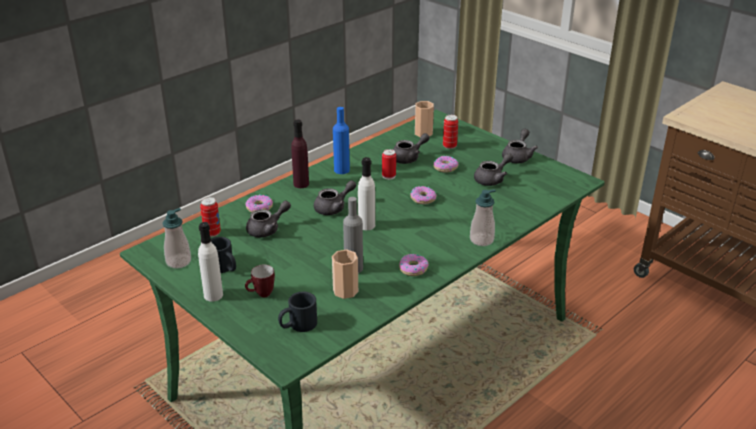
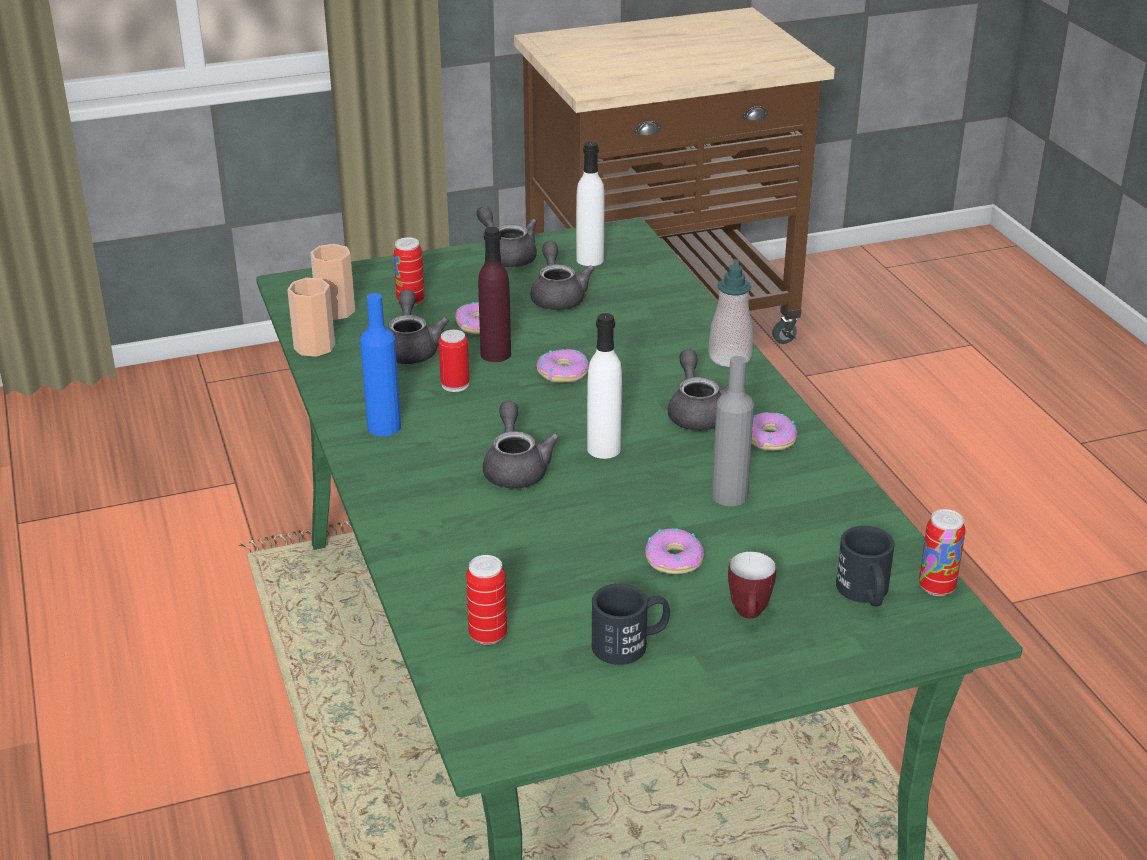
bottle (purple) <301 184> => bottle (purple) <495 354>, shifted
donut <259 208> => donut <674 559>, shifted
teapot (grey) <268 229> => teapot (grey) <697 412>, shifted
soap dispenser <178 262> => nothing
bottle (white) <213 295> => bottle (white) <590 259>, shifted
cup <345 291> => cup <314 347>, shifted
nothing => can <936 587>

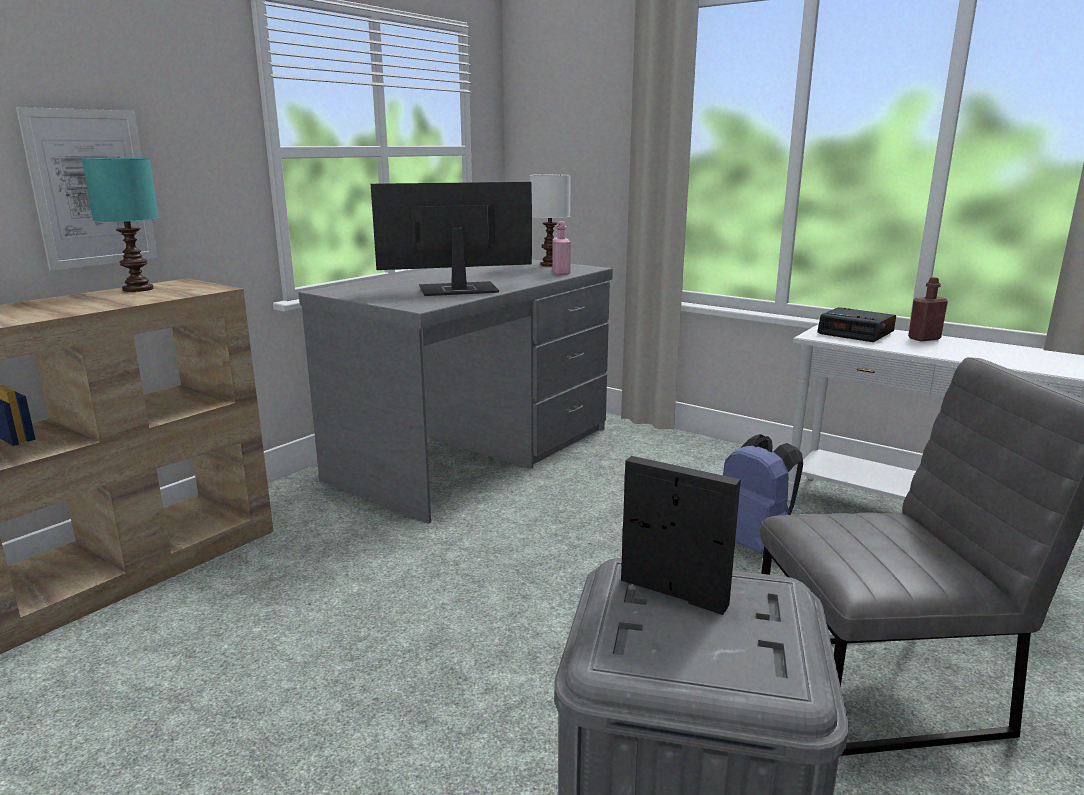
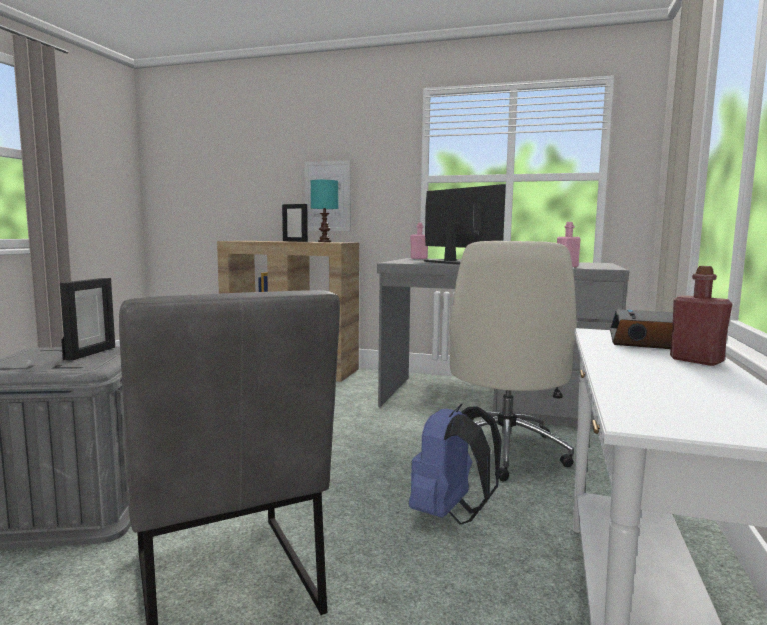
table lamp (white) <549 265> => nothing
nothing => picture frame <295 241>
nothing => bottle (pink) <419 258>
nothing => office chair (beige) <505 452>

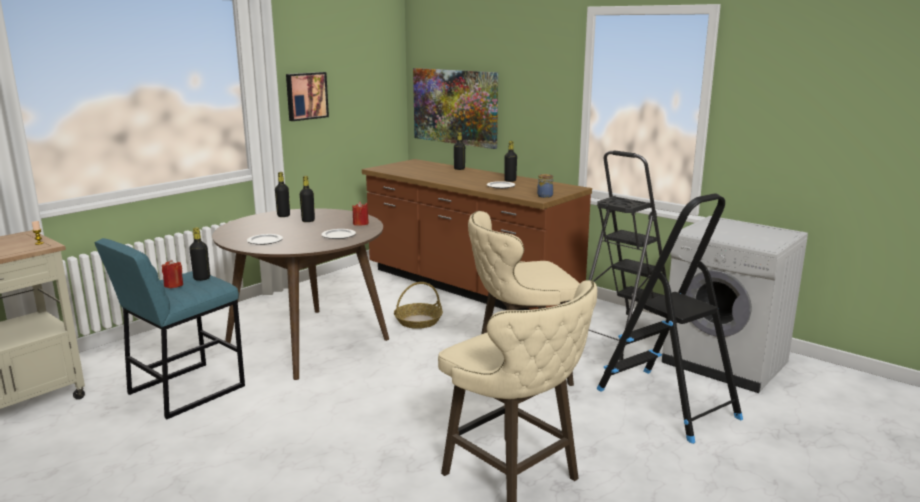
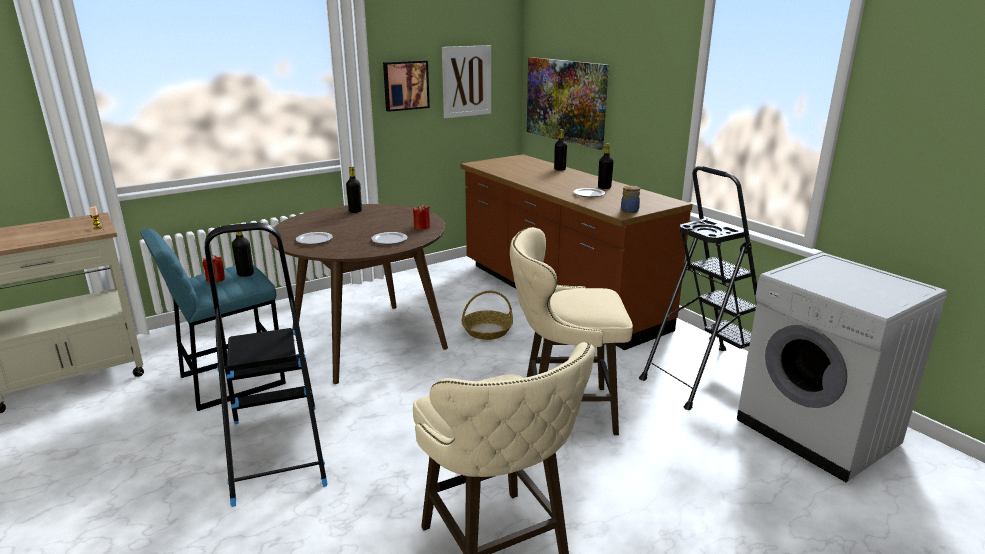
bottle (black) <308 221> => nothing
step ladder (black) <665 402> => step ladder (black) <277 449>, shifted
nothing => picture <466 81>

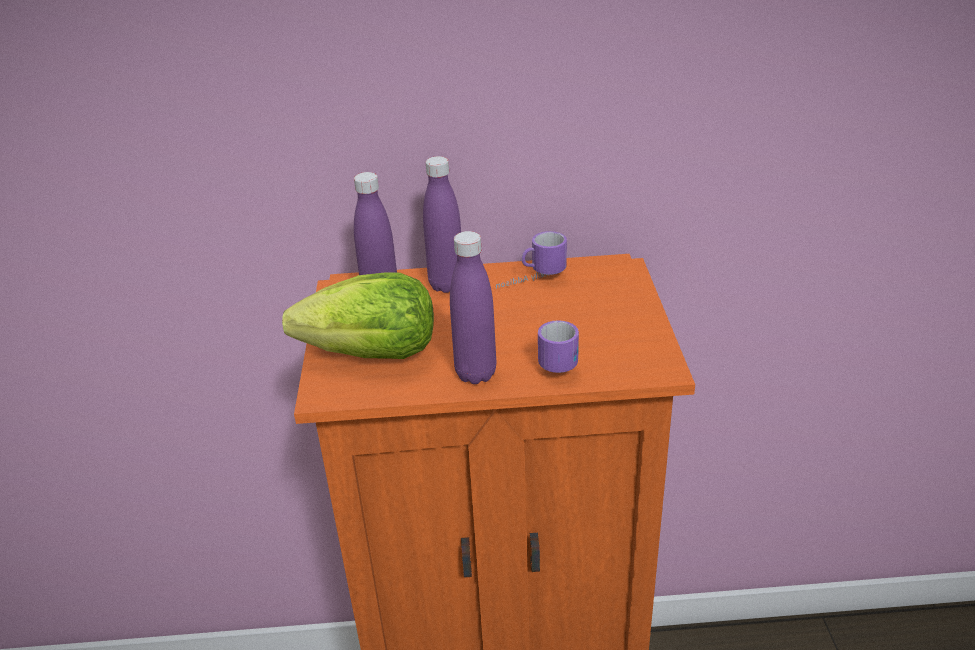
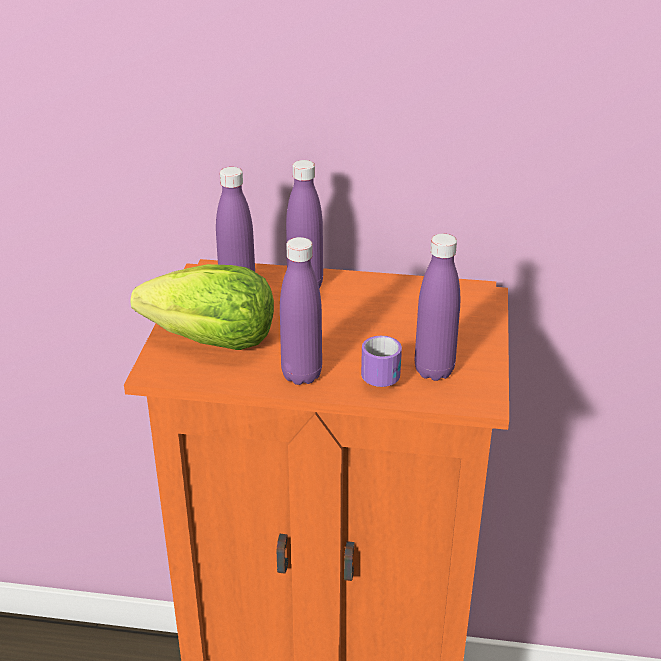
mug <530 280> => nothing
nothing => bottle (purple) <434 371>

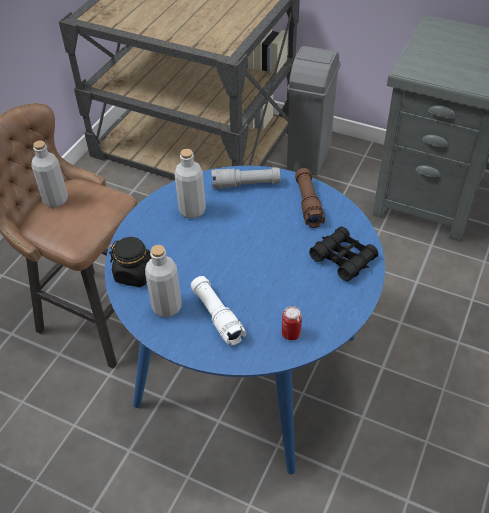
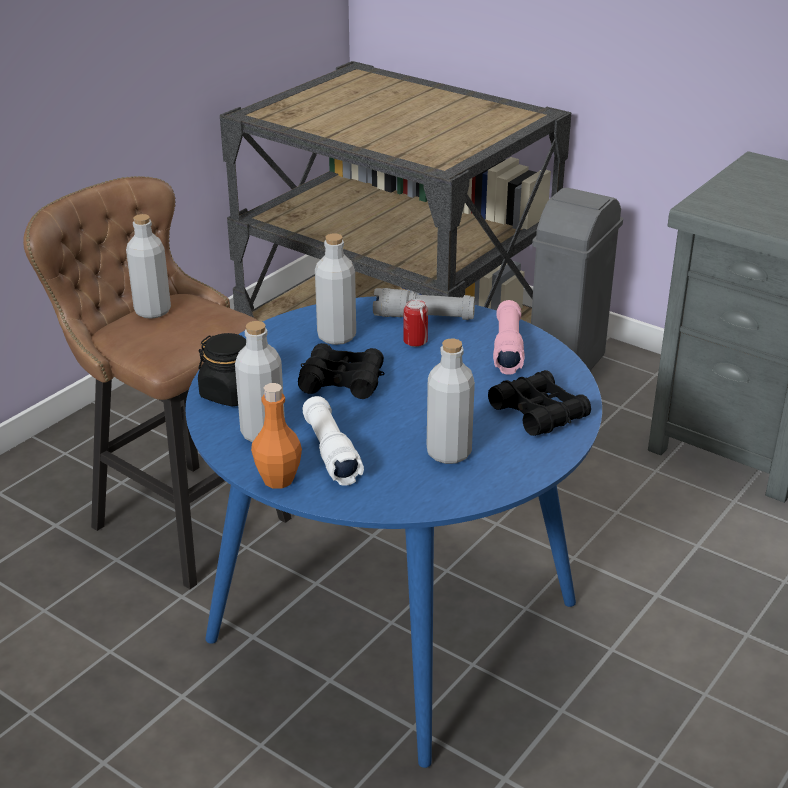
flashlight (brown) <308 203> => flashlight (pink) <508 348>
can <291 333> => can <415 342>, shifted
nothing => bottle (grey) <448 453>
nothing => binoculars (black) <342 381>
nothing => bottle (orange) <278 479>

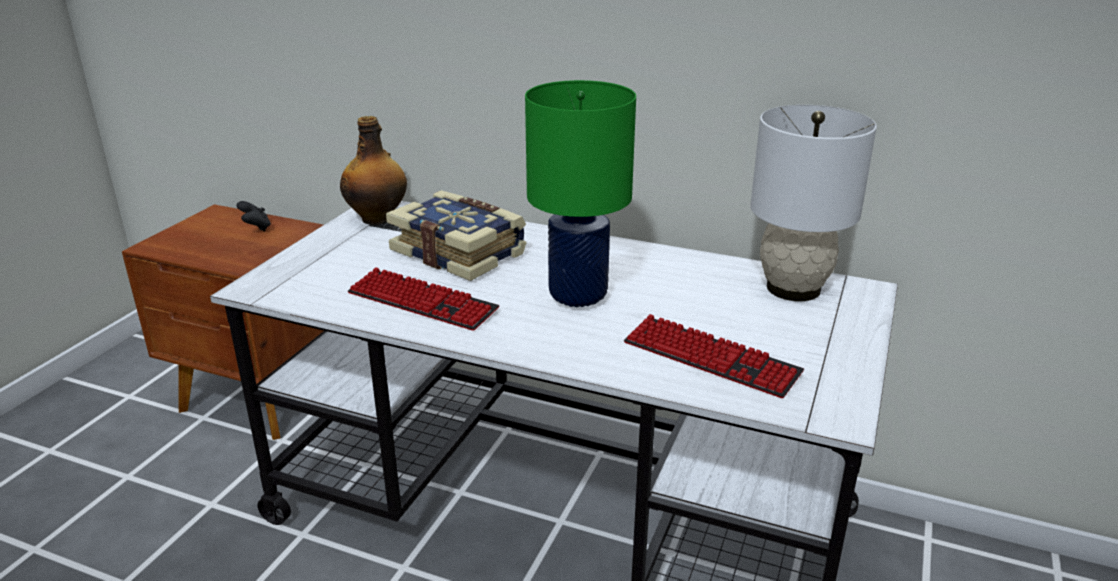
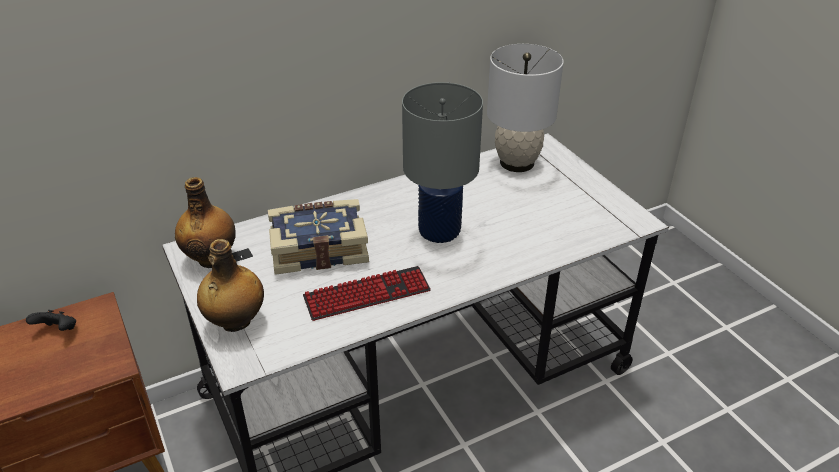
table lamp (green) <578 298> => table lamp (grey) <439 233>
keyboard <710 358> => nothing
nothing => bottle <235 322>

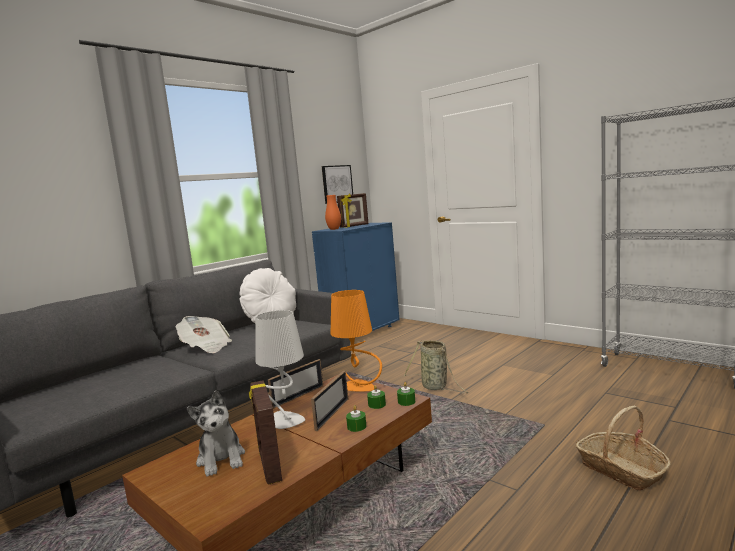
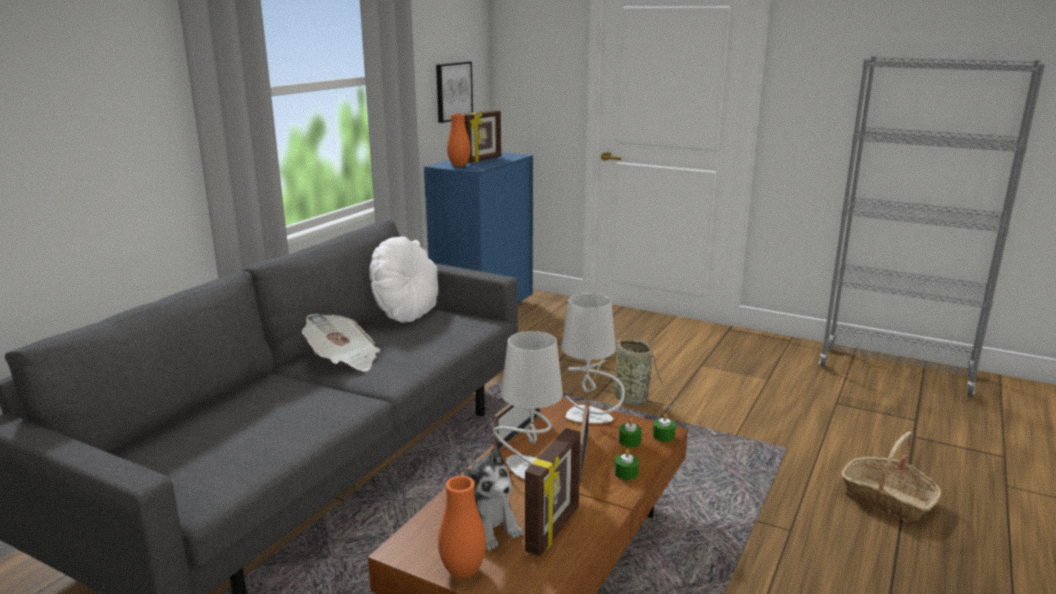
table lamp (orange) <359 387> => table lamp (grey) <589 416>
picture frame <268 464> => picture frame <554 530>, 120 degrees counterclockwise
nothing => vase (orange) <463 571>

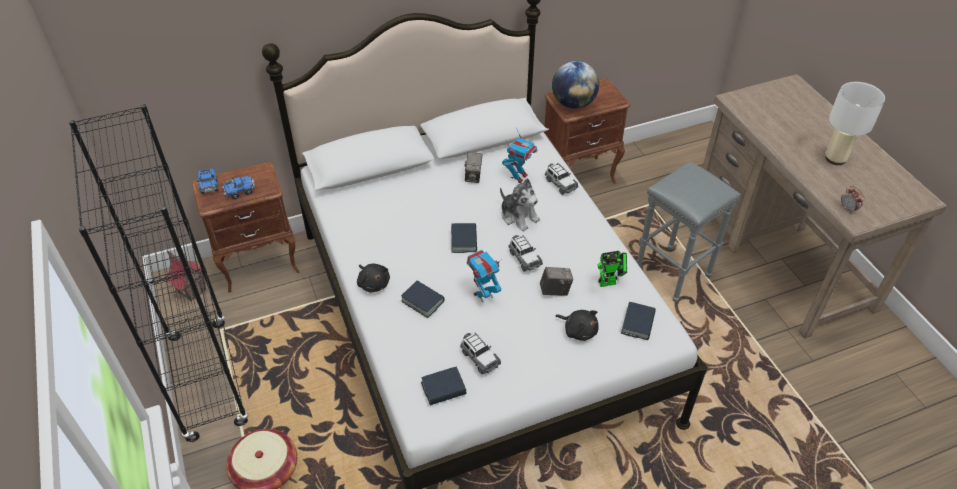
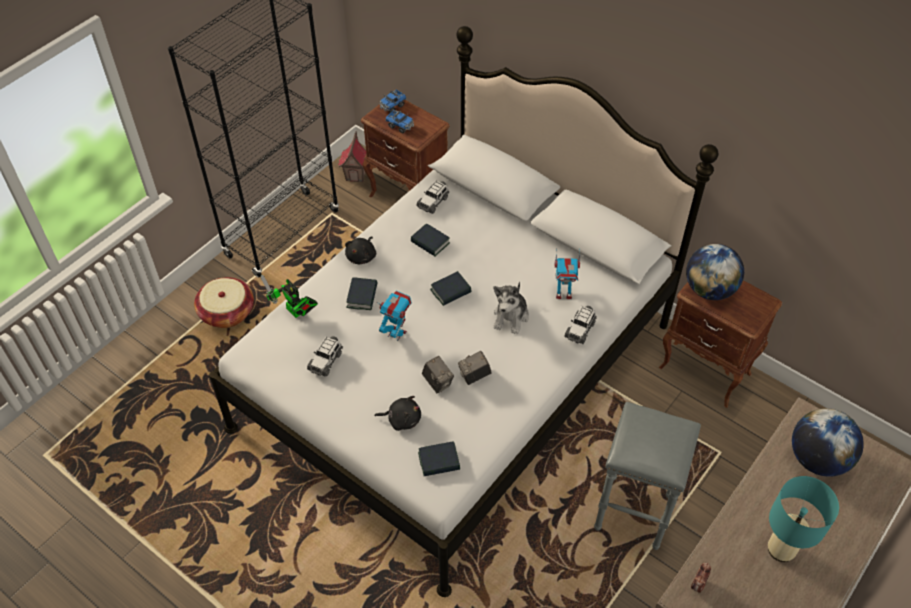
table lamp (white) <834 158> => table lamp (turquoise) <780 549>
photo camera <473 176> => photo camera <474 376>, shifted
toy car <524 258> => toy car <433 202>, shifted
toy robot <610 282> => toy robot <295 313>, shifted
plush toy (black) <578 330> => plush toy (black) <402 419>, 90 degrees counterclockwise
book <443 389> => book <430 243>, shifted
nothing => globe <817 459>

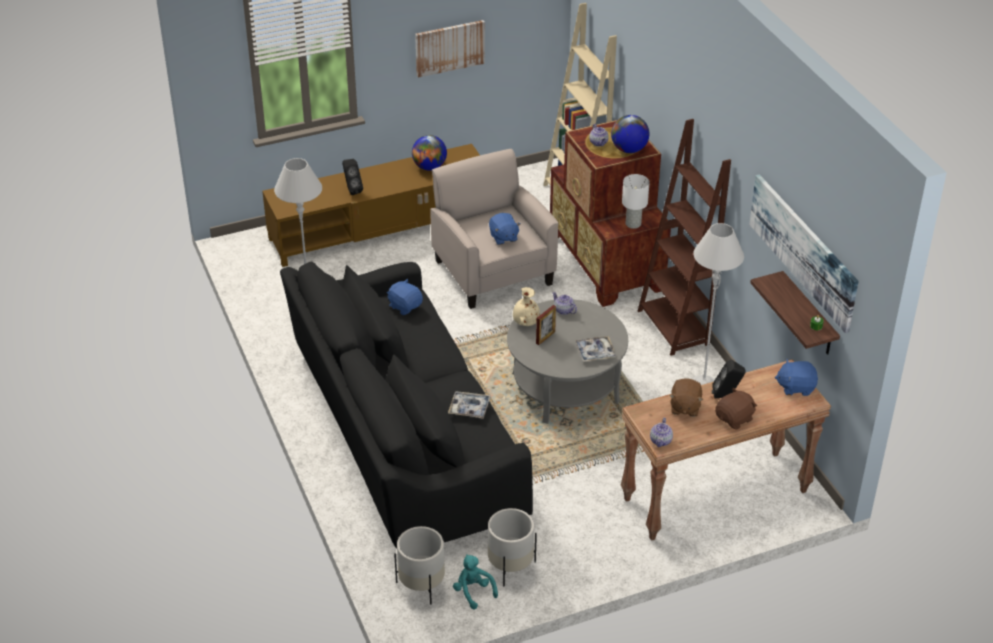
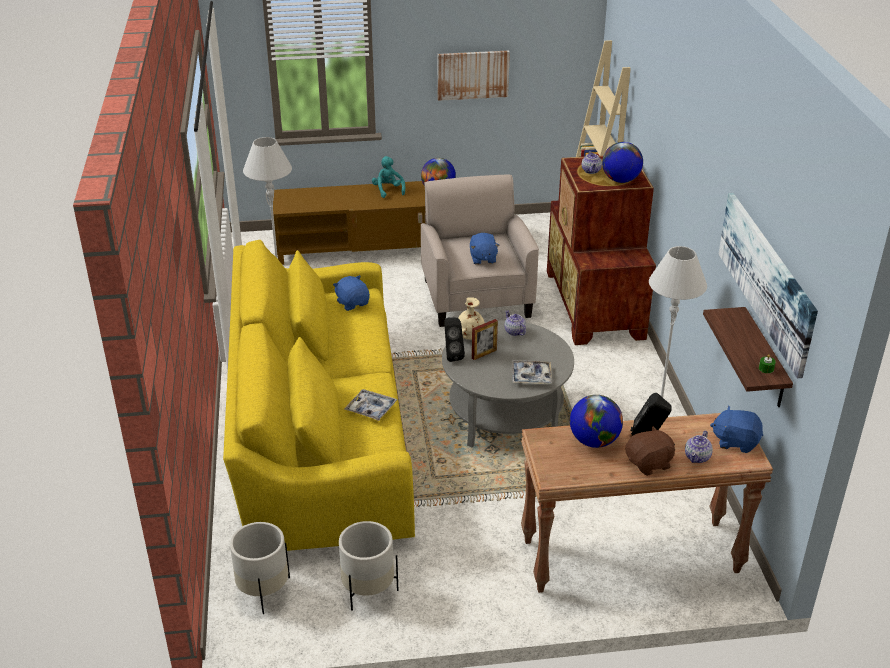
bookcase (brown) <673 327> => nothing
speaker (black) <351 190> => speaker (black) <452 355>, shifted
table lamp (white) <633 224> => nothing
sofa (black) <403 432> => sofa (yellow) <319 430>
plush toy (brown) <684 407> => globe <594 441>
teapot <661 441> => teapot <697 457>, shifted
plush toy (turquoise) <473 591> => plush toy (turquoise) <388 190>, shifted

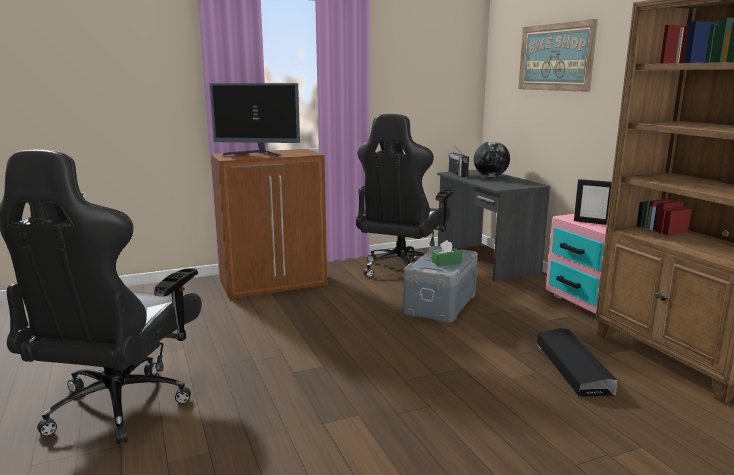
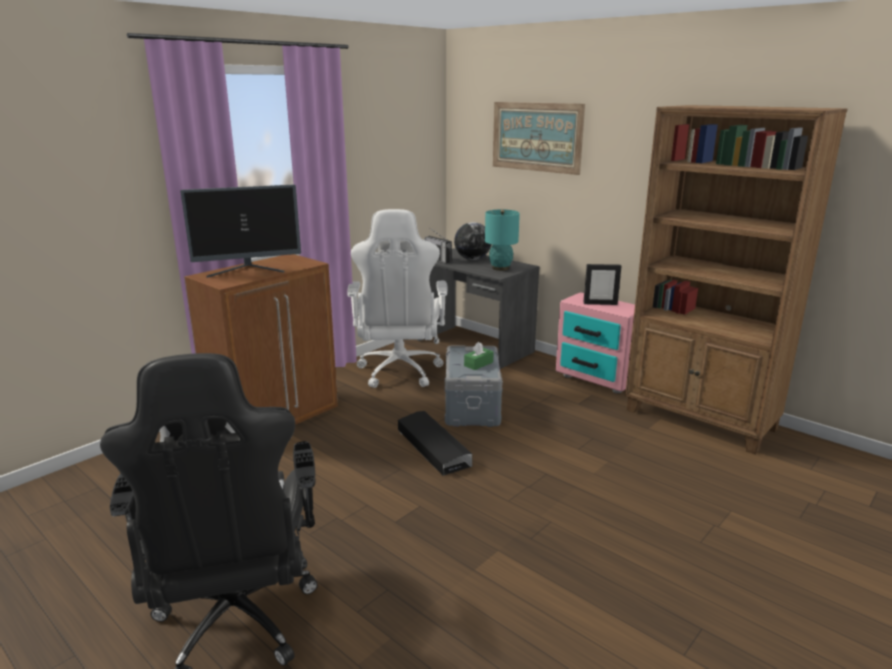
office chair (black) <402 268> => office chair (white) <399 369>
storage box (black) <572 367> => storage box (black) <433 447>, shifted
nothing => table lamp (turquoise) <500 268>

